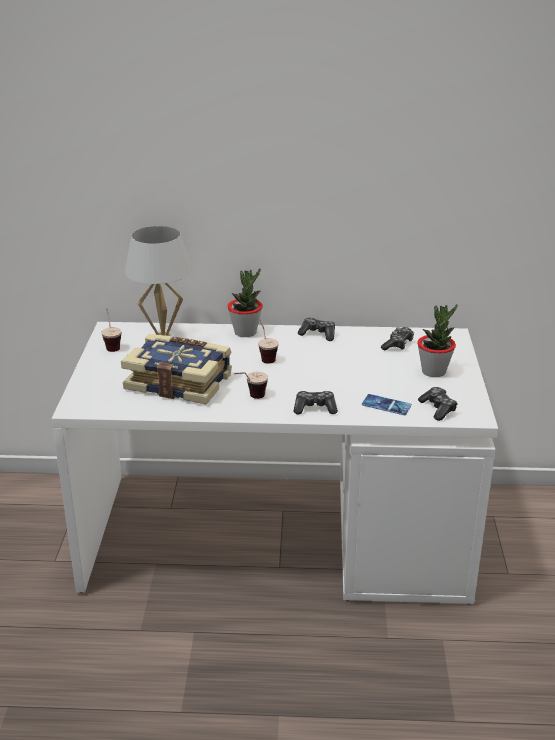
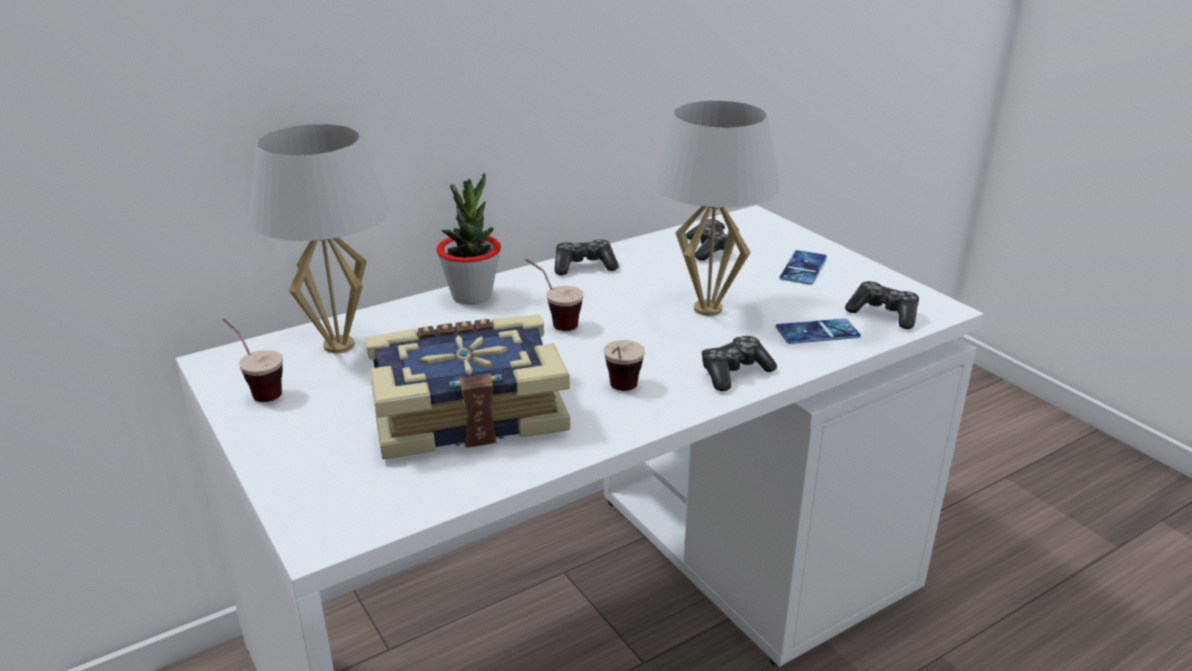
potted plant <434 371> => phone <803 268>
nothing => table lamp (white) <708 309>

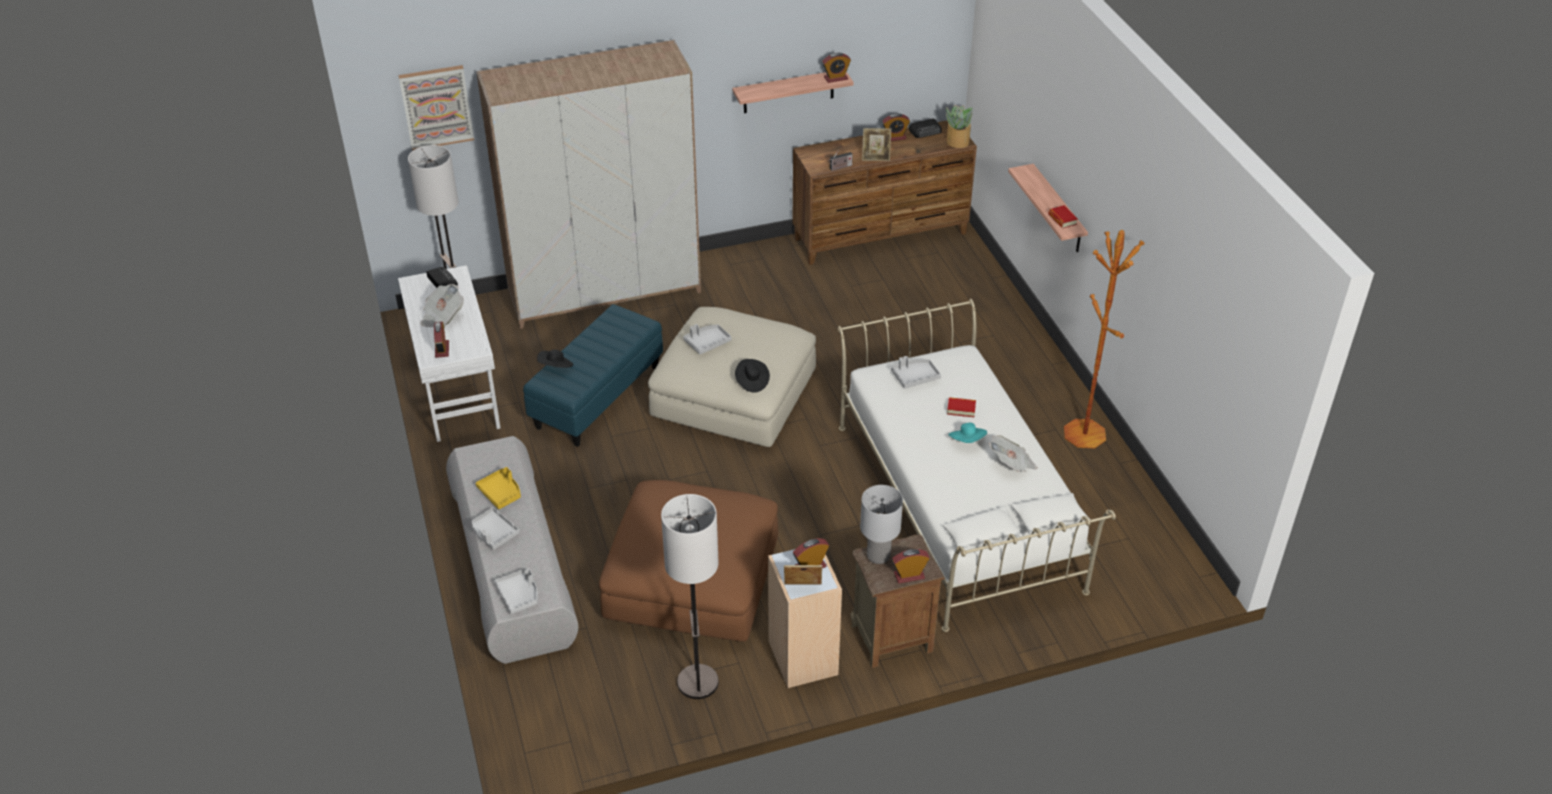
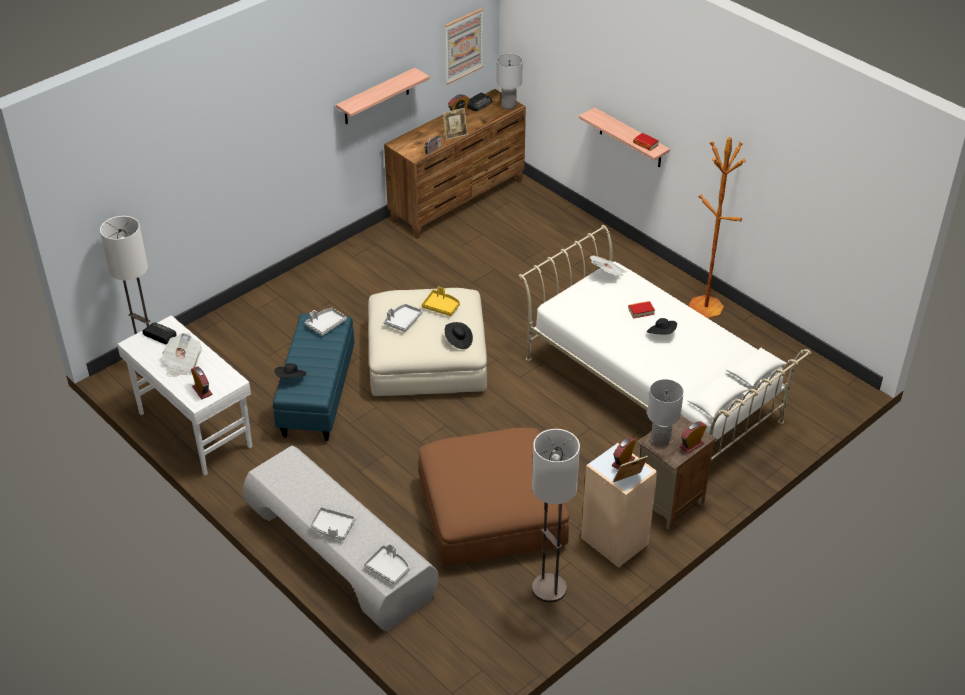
wardrobe (white) <605 291> => nothing
alarm clock <836 78> => nothing
picture <436 107> => picture <463 45>, shifted
potted plant <957 142> => table lamp (grey) <509 106>
tray (grey) <915 377> => tray (grey) <325 325>, shifted
hat (turquoise) <967 441> => hat (black) <661 333>
newspaper <1012 464> => newspaper <608 274>, shifted
tray (yellow) <501 493> => tray (yellow) <441 307>, shifted

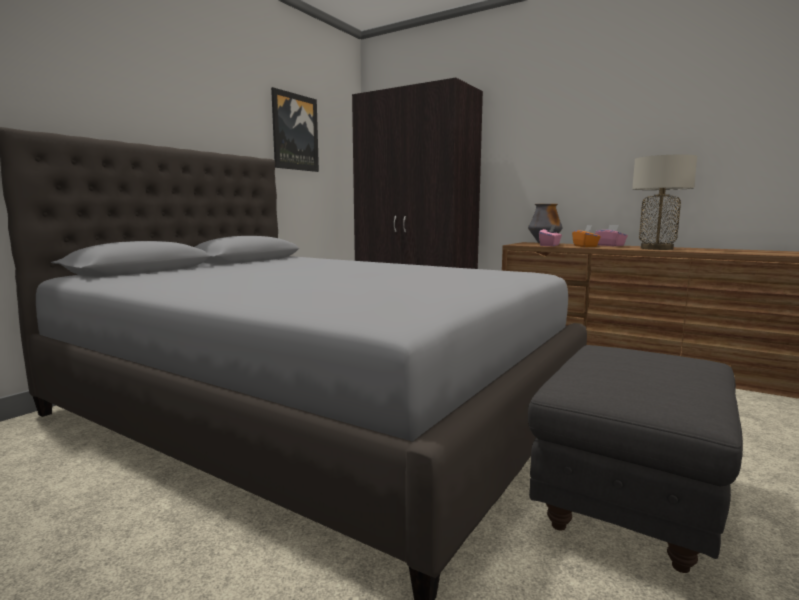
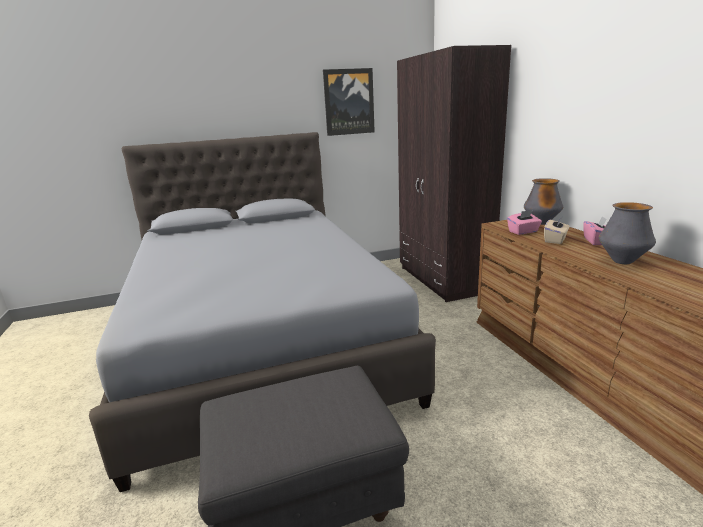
table lamp <656 248> => vase <622 261>
tissue box (orange) <585 246> => tissue box (beige) <555 240>

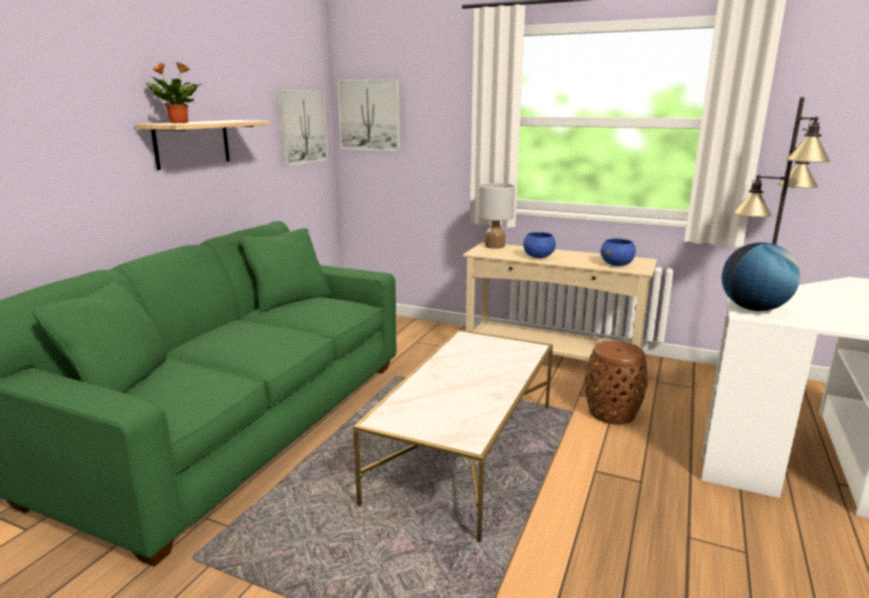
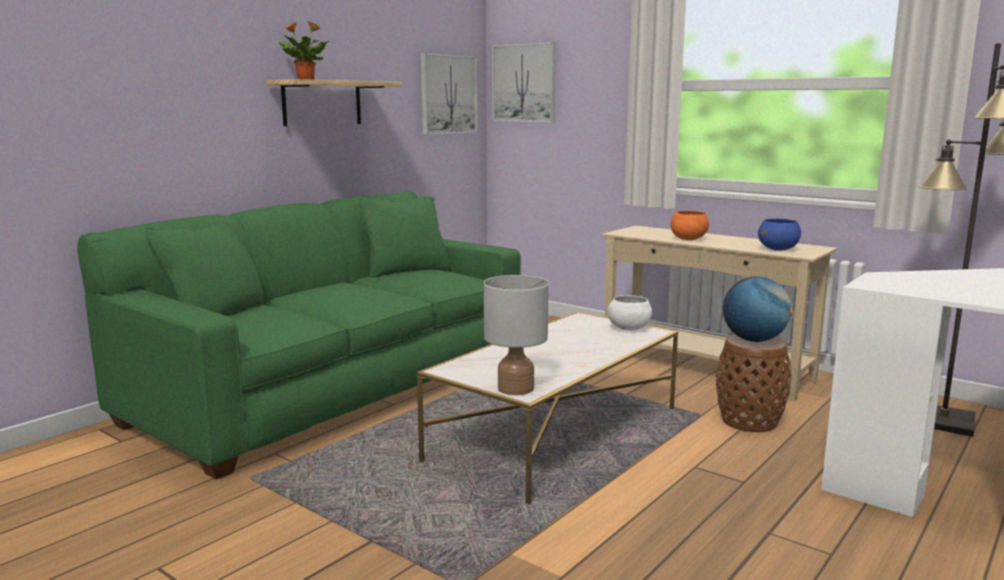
table lamp (grey) <494 246> => table lamp (grey) <515 388>, shifted
bowl (blue) <538 257> => bowl (orange) <688 239>
globe <753 309> => globe <754 340>, shifted
nothing => bowl (white) <629 328>

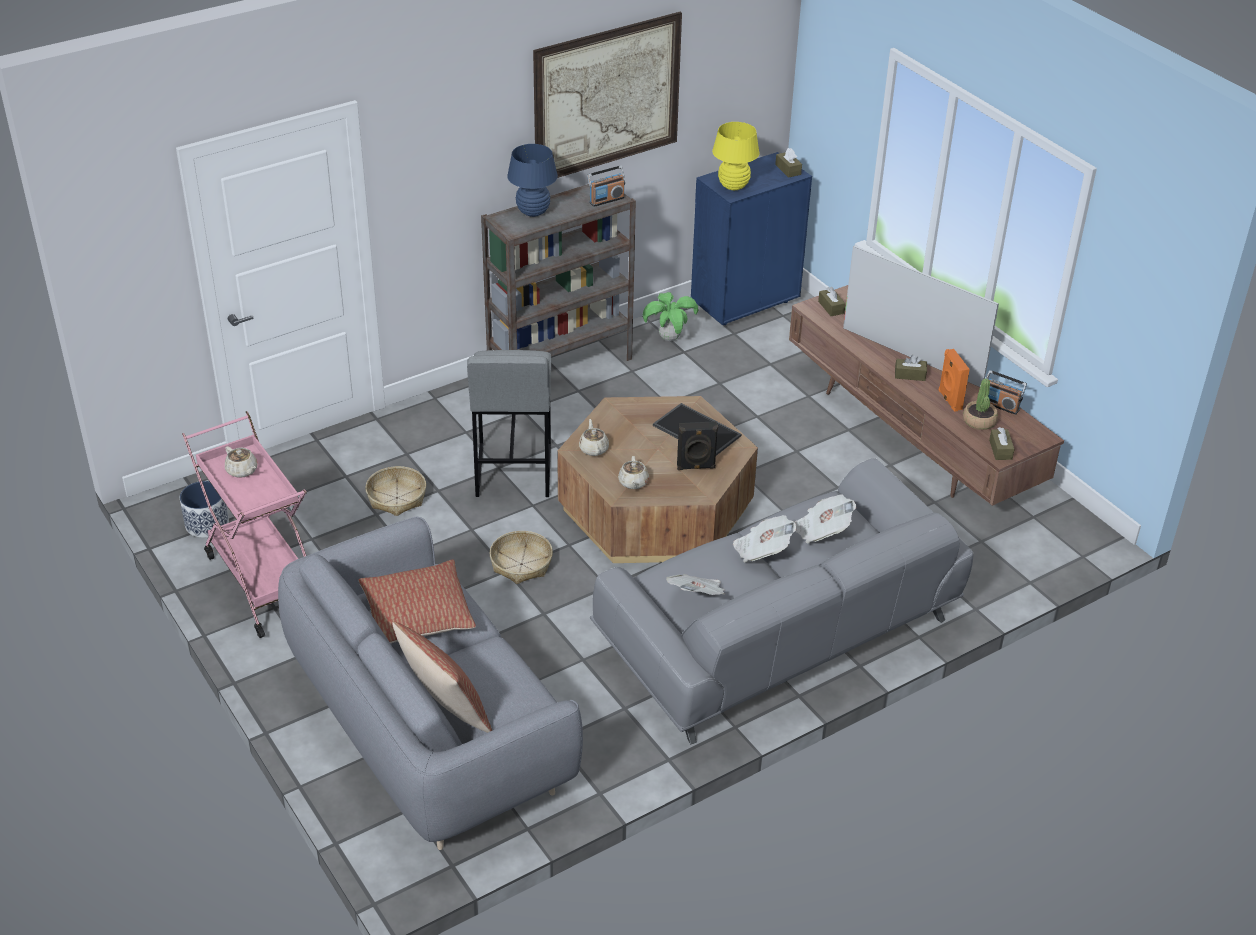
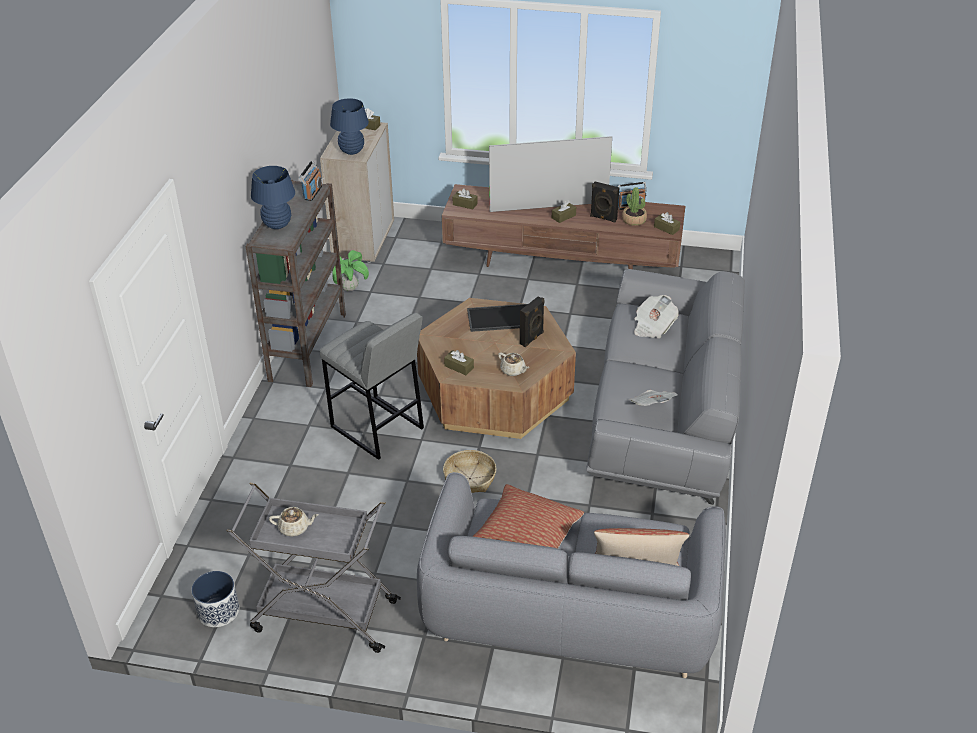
picture <607 97> => nothing
table lamp (yellow) <733 186> => table lamp (blue) <351 151>
cabinet (blue) <745 303> => cabinet (beige) <363 243>
speaker (orange) <949 400> => speaker (black) <603 218>
cart (pink) <264 583> => cart (grey) <324 616>
teapot (beige) <593 448> => tissue box (brown) <459 367>
basket <397 498> => nothing
newspaper <762 550> => nothing

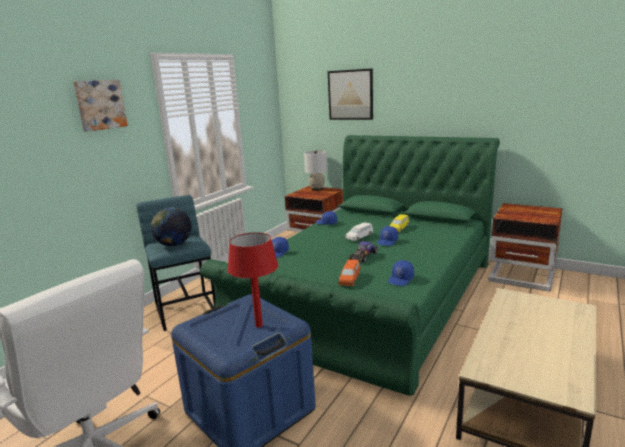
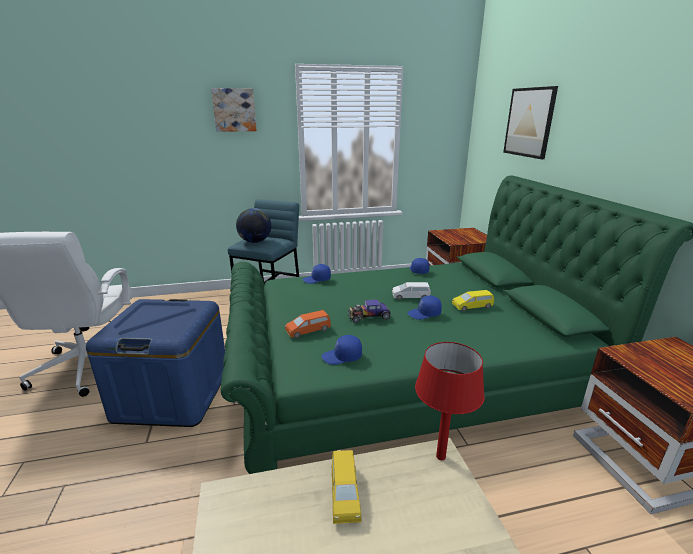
table lamp (white) <317 189> => nothing
table lamp (red) <259 325> => table lamp (red) <441 456>, shifted
nothing => toy car (yellow) <345 494>

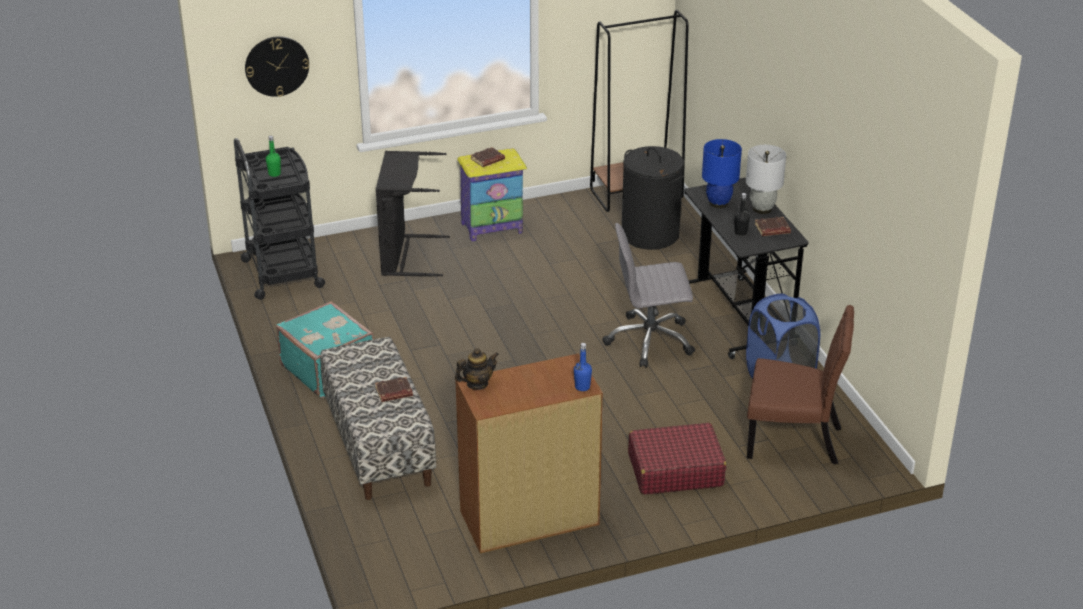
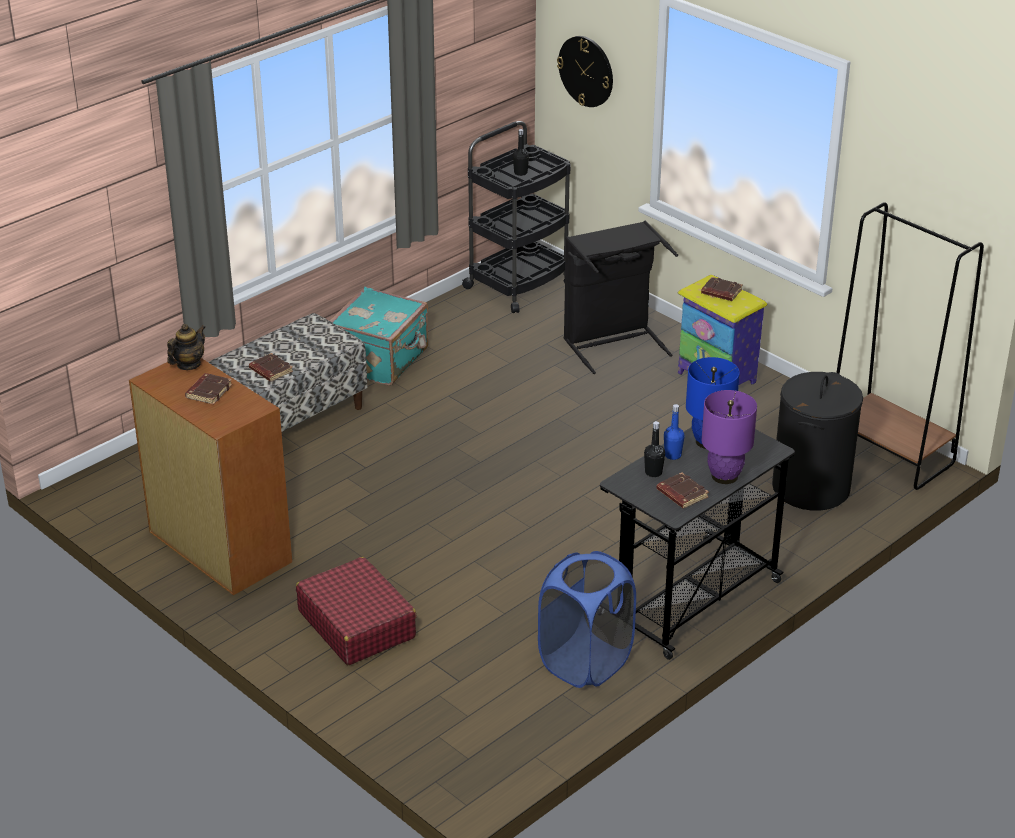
bottle (green) <274 174> => bottle (black) <520 173>
table lamp (white) <762 209> => table lamp (purple) <724 476>
office chair (grey) <649 341> => nothing
chair (brown) <792 440> => nothing
bottle (blue) <582 387> => bottle (blue) <672 455>, shifted
teapot <477 384> => teapot <188 364>, 90 degrees counterclockwise
nothing => book (brown) <208 391>

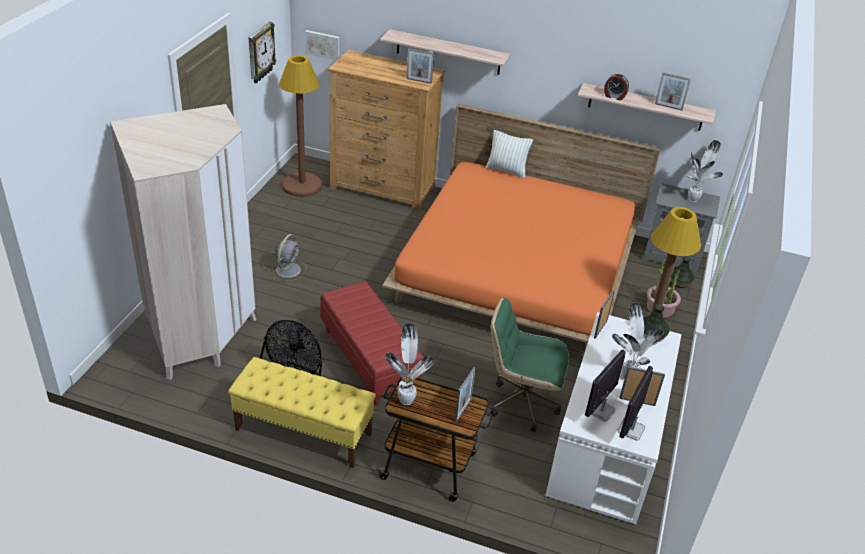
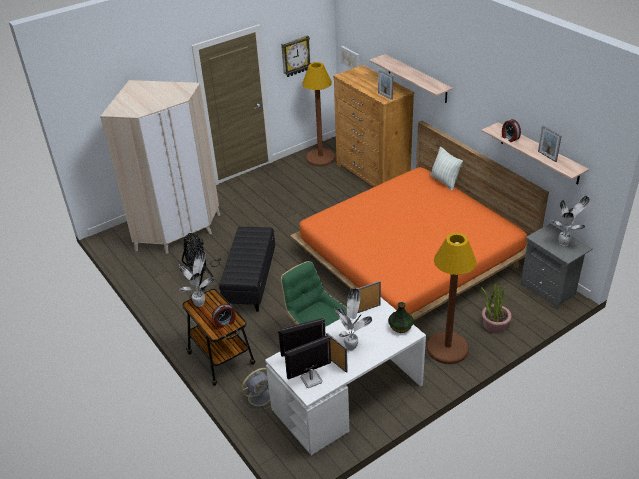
fan (grey) <289 269> => fan (grey) <260 396>, shifted
vase <679 282> => nothing
ottoman (red) <370 360> => ottoman (black) <251 282>
bench (yellow) <303 432> => nothing
picture frame <463 410> => alarm clock <225 322>

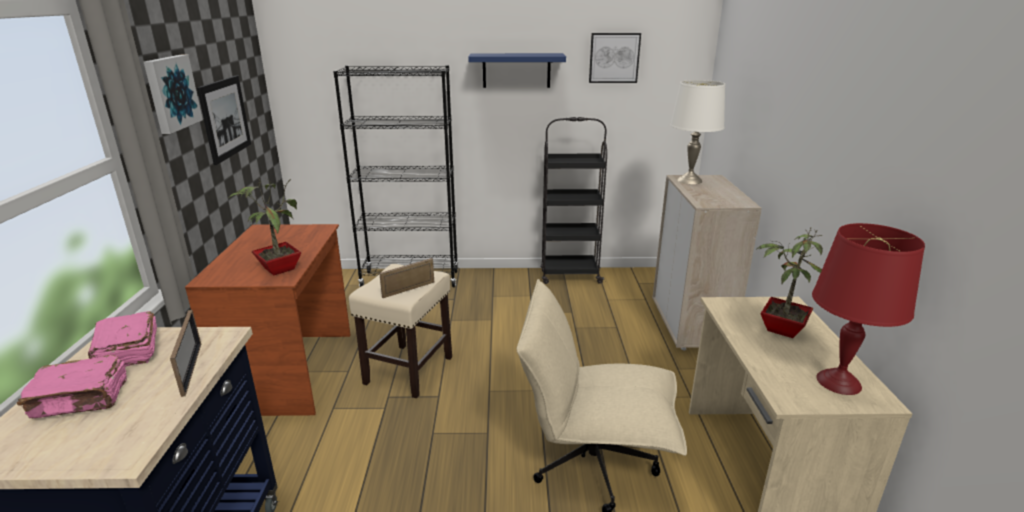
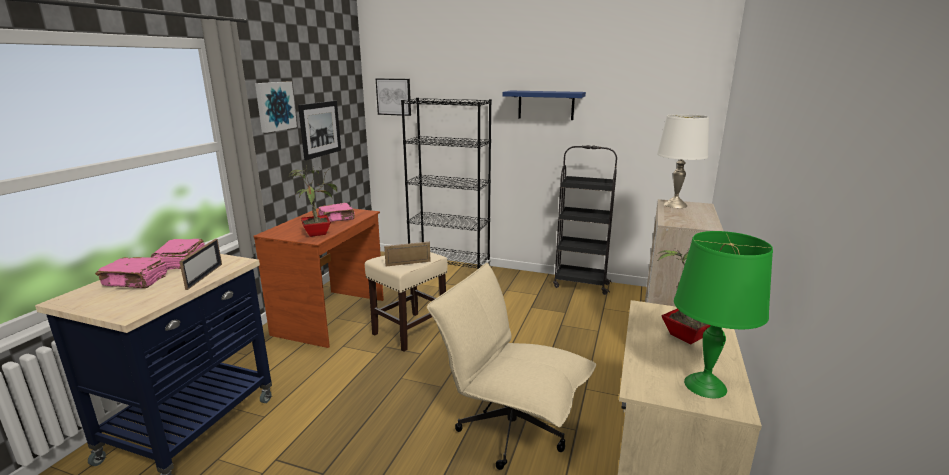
picture <614 58> => picture <394 96>, shifted
table lamp (red) <838 382> => table lamp (green) <704 385>
nothing => book (pink) <337 219>

